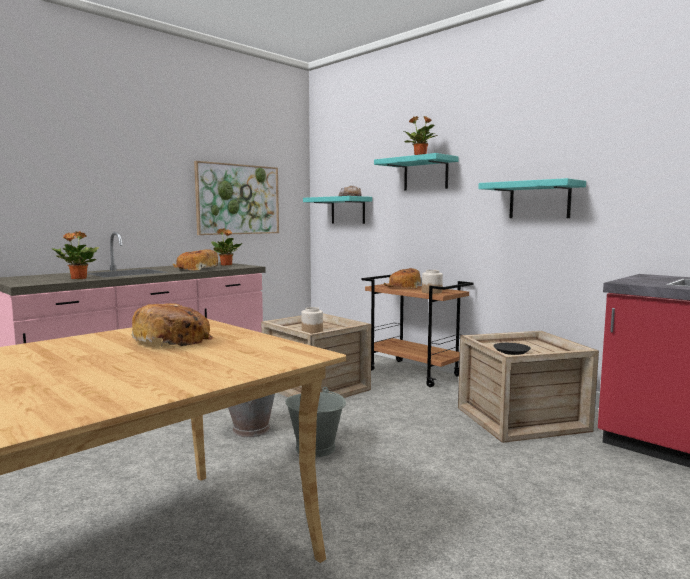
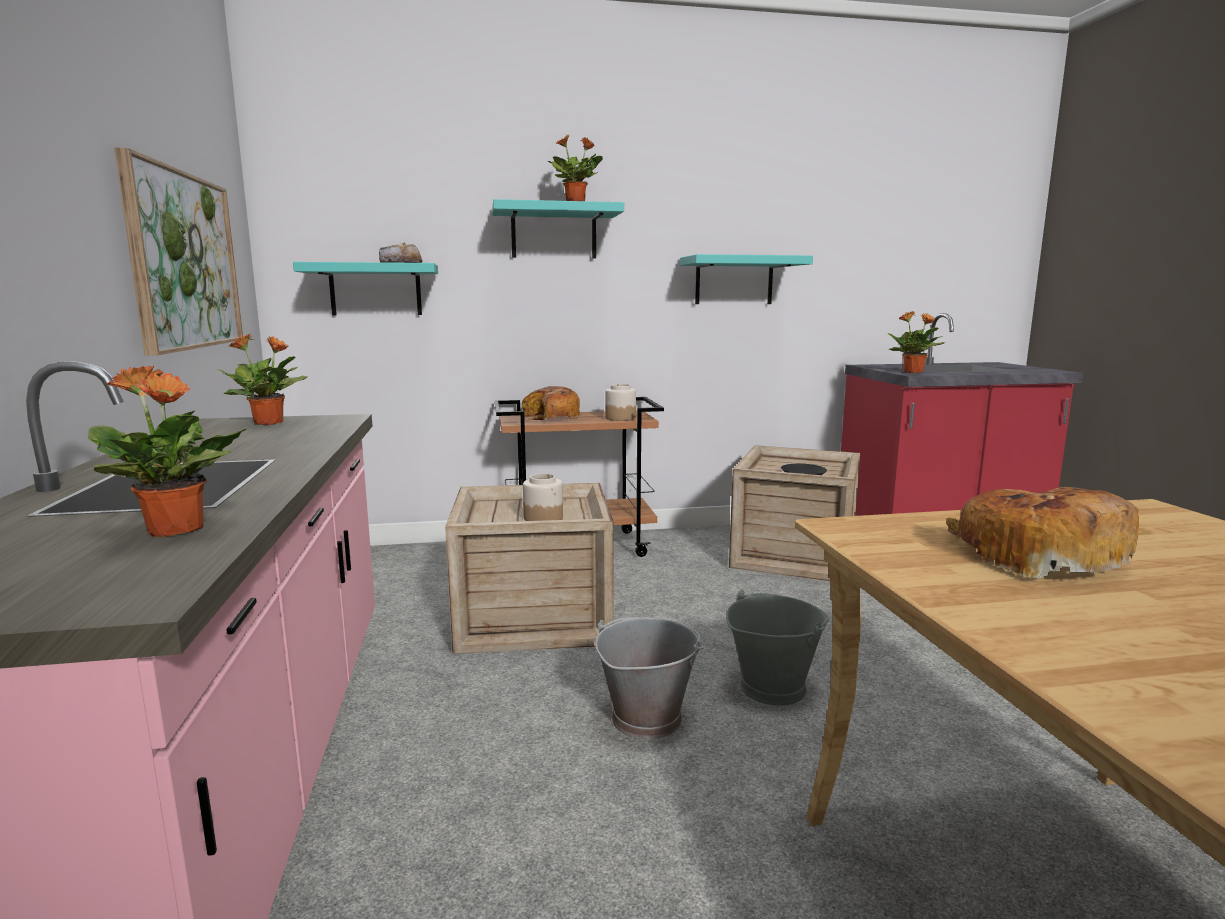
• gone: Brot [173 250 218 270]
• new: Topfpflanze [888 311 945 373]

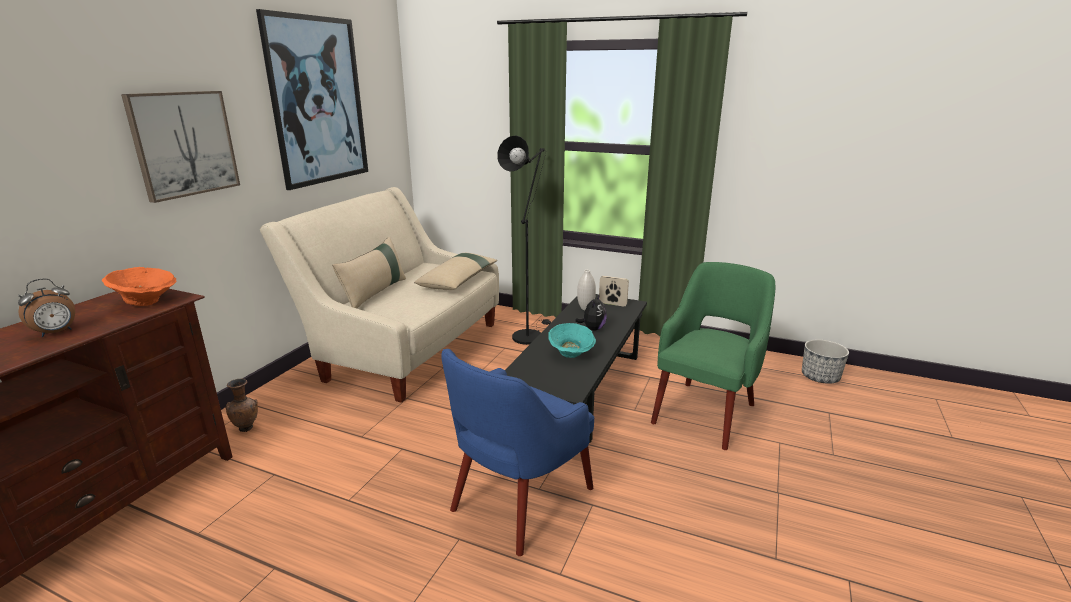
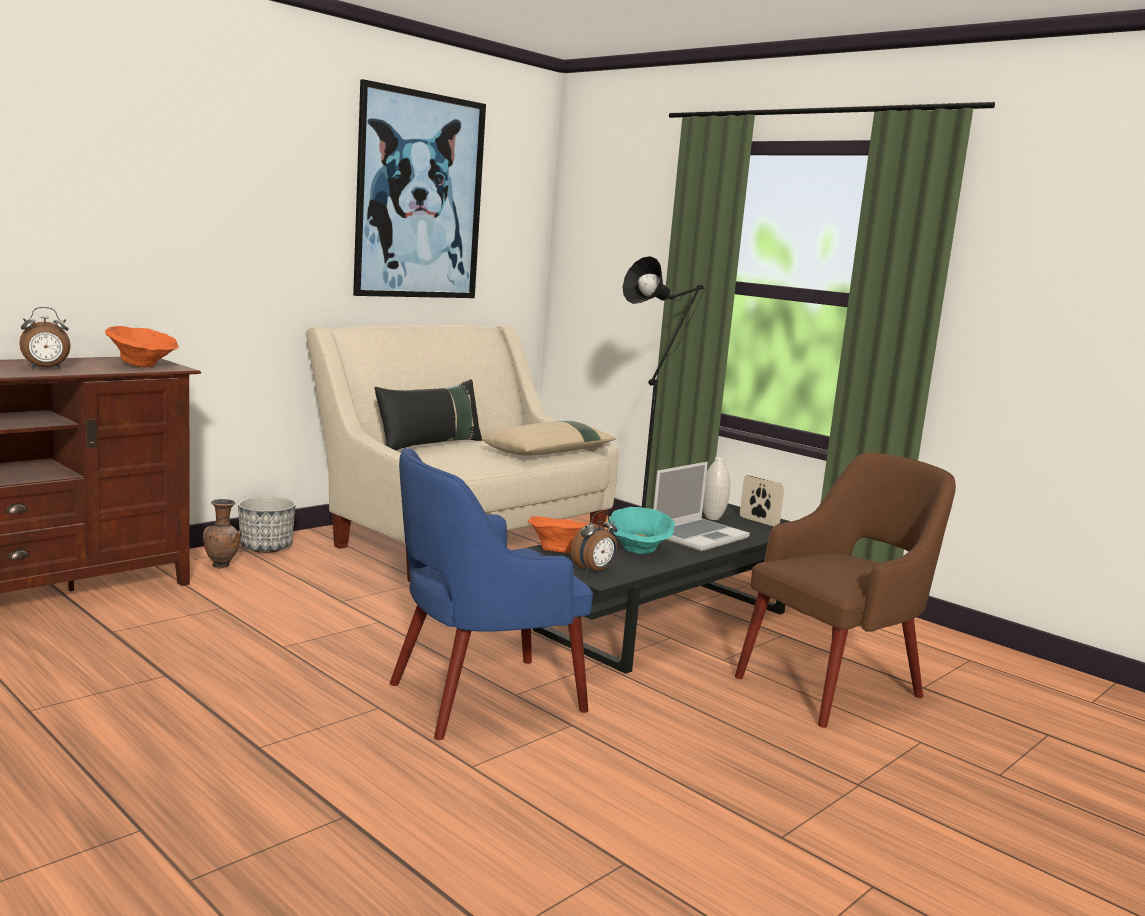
• gone: Bild [121 91 240 203]
• repainted: Kissen [beige] [332 237 406 308] to Kissen [schwarz] [374 379 482 451]
• swapped: Plüschtier [575 294 607 331] to Laptop [653 462 750 551]
• repainted: Sessel [grün] [651 262 776 450] to Sessel [braun] [735 452 956 728]
• shifted: Pflanzkübel [802 339 849 384] to [238 496 296 553]
• new: Schüssel [orange] [528 516 587 553]
• new: Wecker [571 511 617 573]

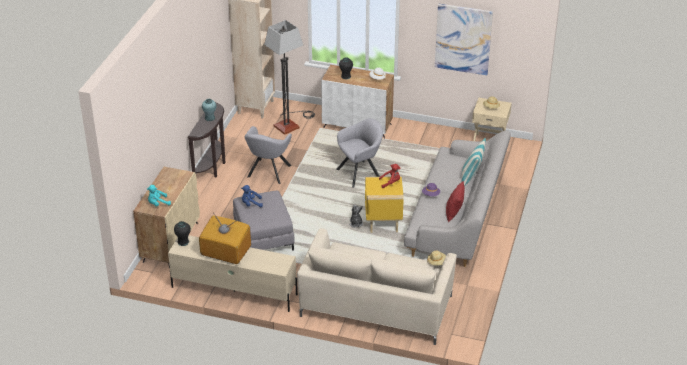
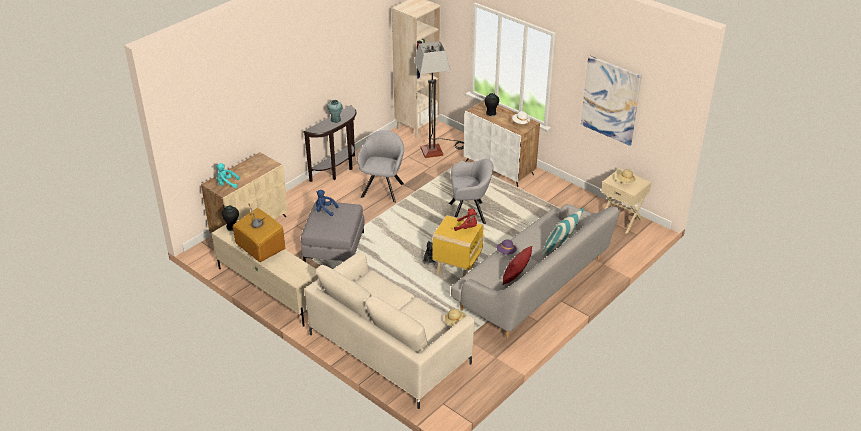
• rotated: Sessel [grau] [245 126 292 184] = [357 130 404 203] 150 degrees clockwise

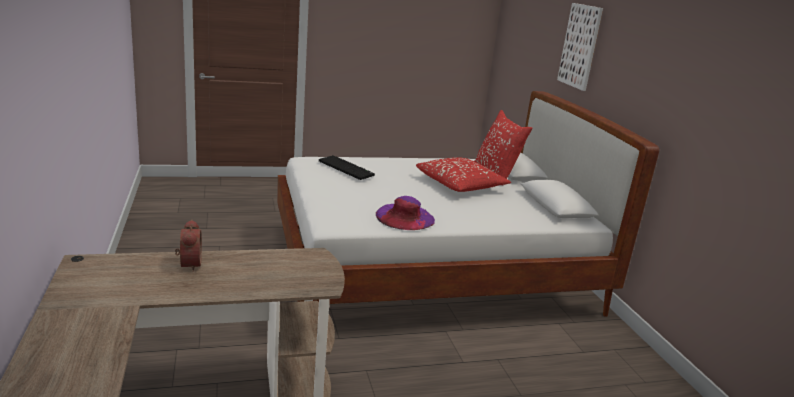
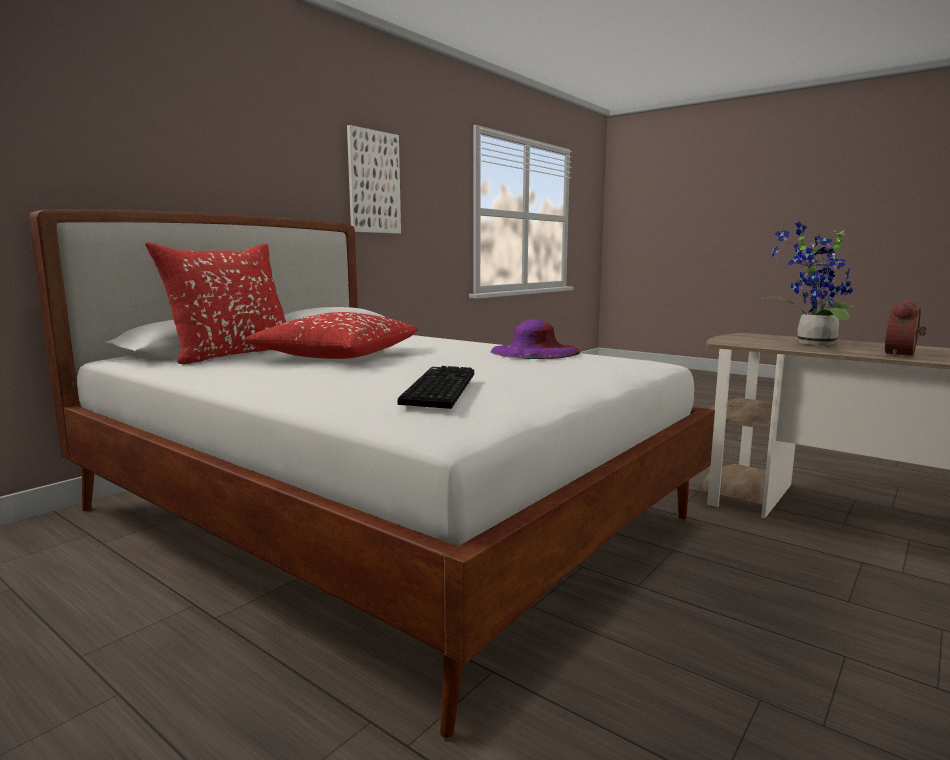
• shifted: Bild [557 3 603 91] to [347 125 401 234]
• new: Topfpflanze [761 221 854 345]

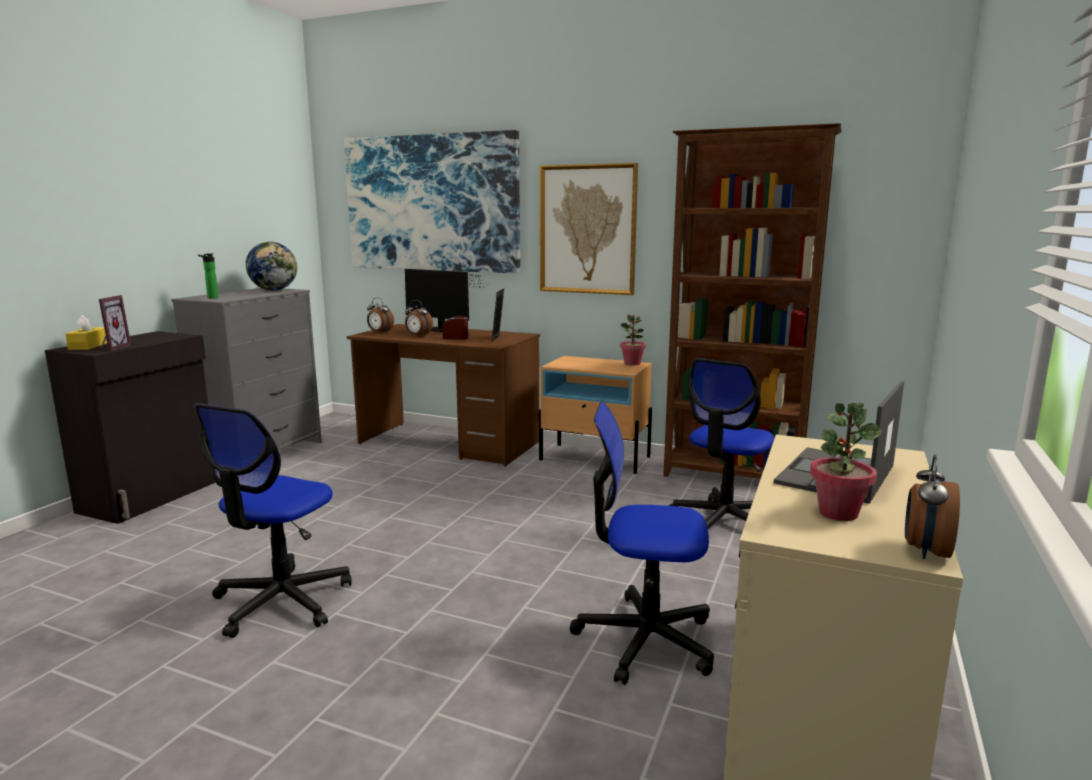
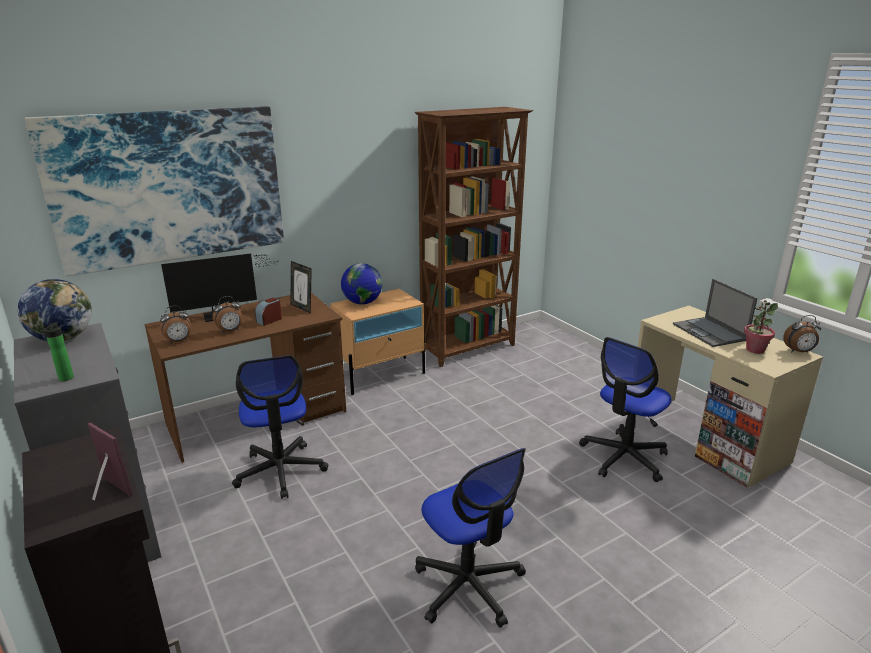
• gone: Taschentuchbox [gelb] [65 315 107 350]
• gone: Bild [540 163 638 295]
• gone: Topfpflanze [620 315 646 366]
• shifted: Bürostuhl [669 358 774 529] to [232 355 328 499]
• rotated: Wecker [905 455 960 559] = [783 315 821 352] 60 degrees counterclockwise
• new: Globus [341 263 382 305]

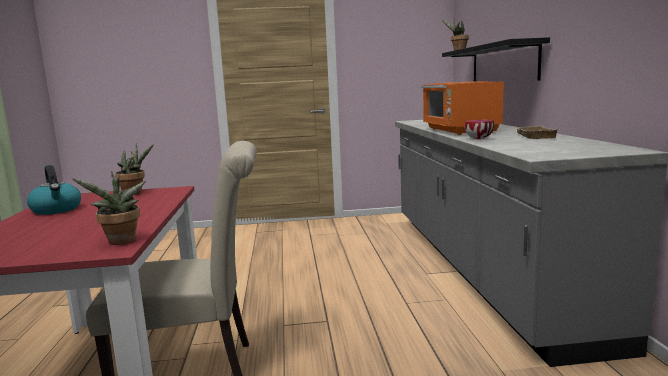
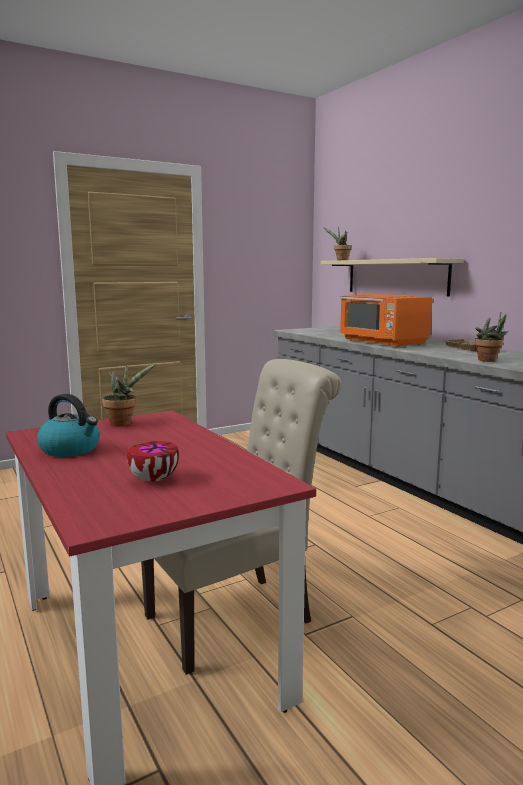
• shifted: Topfpflanze [72 171 146 245] to [475 312 509 362]
• repainted: Wandregal [schwarz] [442 37 550 81] to Wandregal [beige] [320 258 464 296]
• shifted: Schüssel [464 119 494 139] to [127 441 179 482]

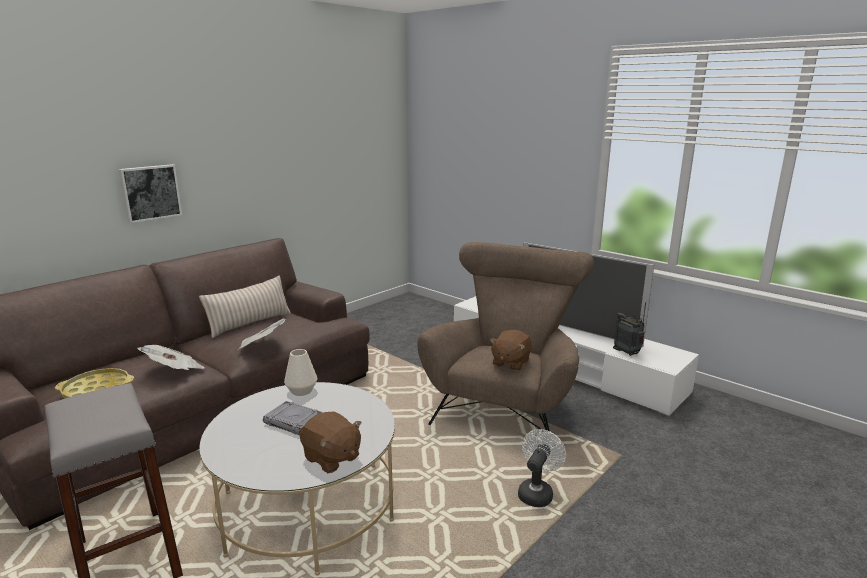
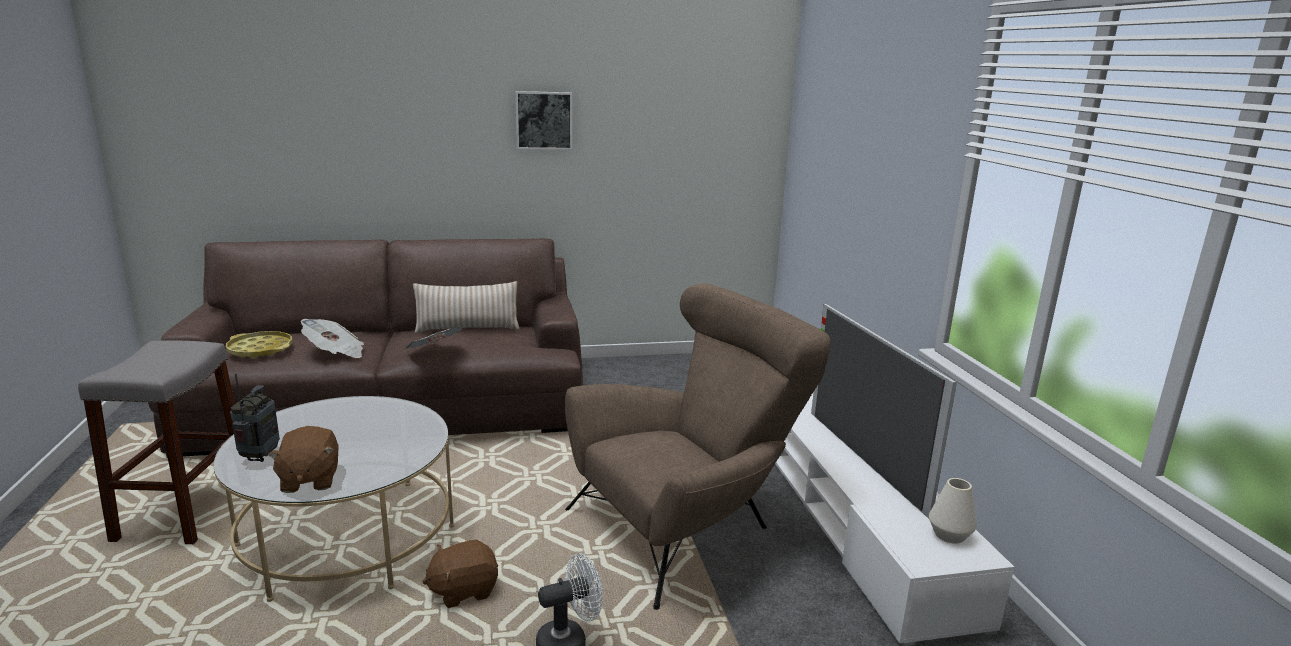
• shifted: Bild [119 164 182 223] to [515 91 572 150]
• gone: Buch [grau] [263 401 323 435]
• shifted: Vase [weiß] [284 349 317 396] to [929 478 977 544]
• shifted: Plüschtier [braun] [490 330 532 371] to [422 540 498 608]
• shifted: Radio [613 302 646 356] to [230 373 280 462]

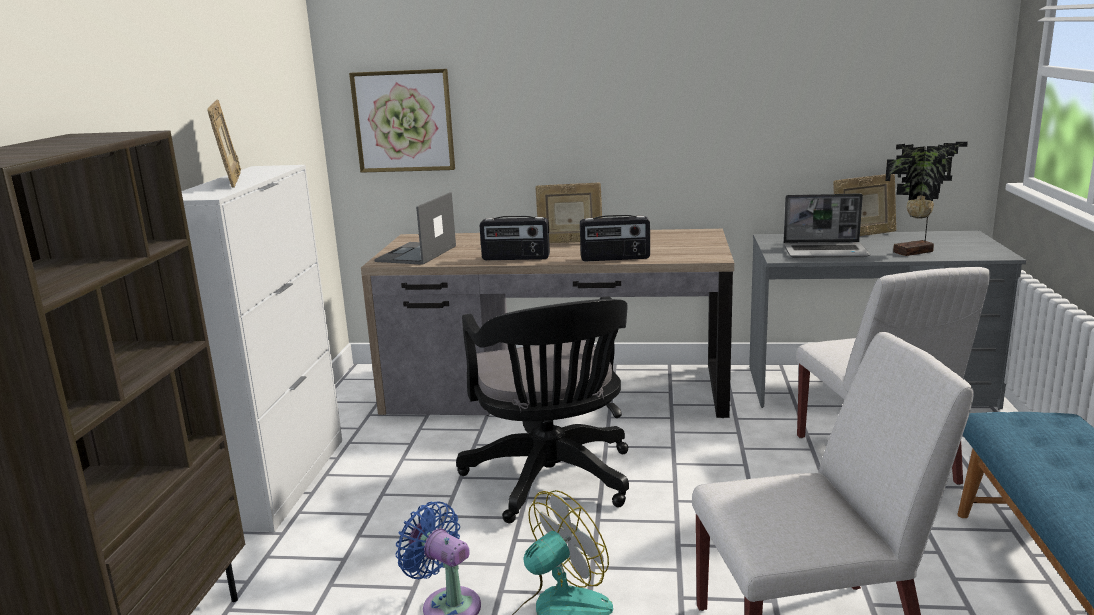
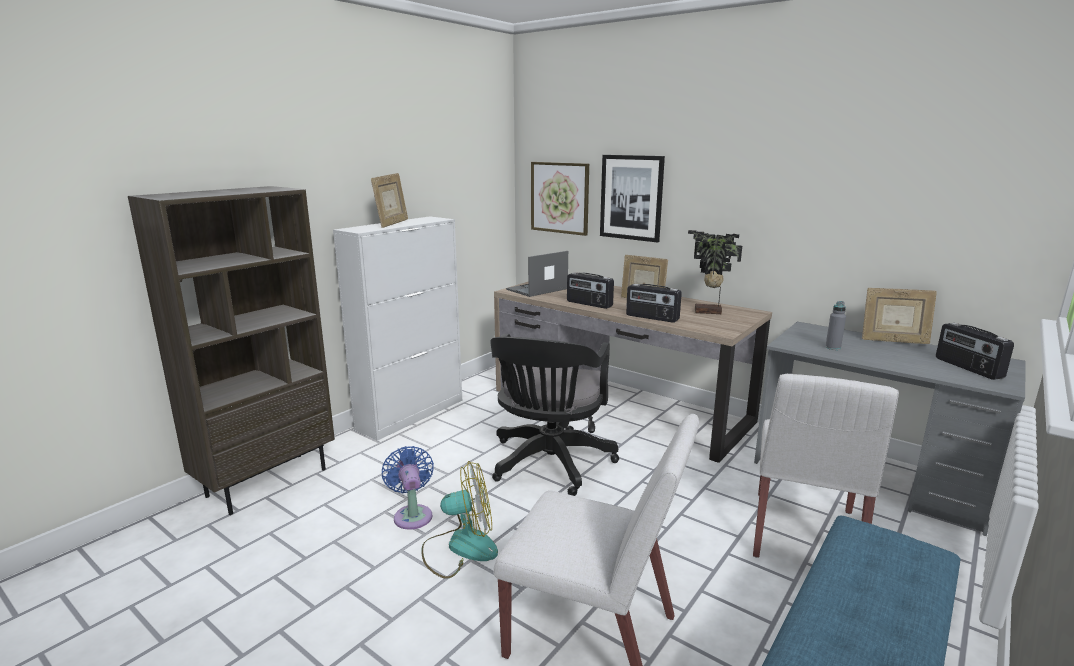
• swapped: Laptop [783 193 870 258] to Flasche [grau] [825 301 846 350]
• shifted: Topfpflanze [885 142 968 256] to [688 230 742 314]
• new: Bild [600 155 665 243]
• new: Radio [936 323 1014 380]

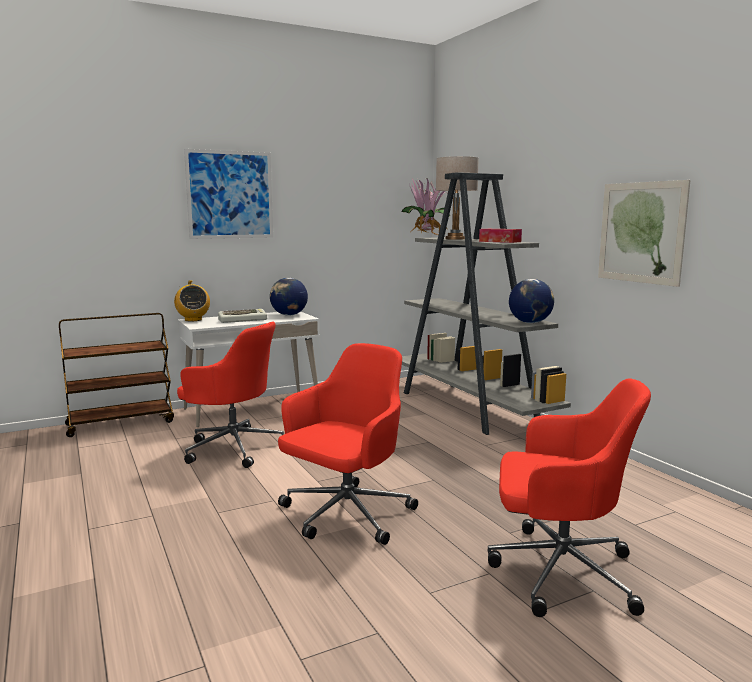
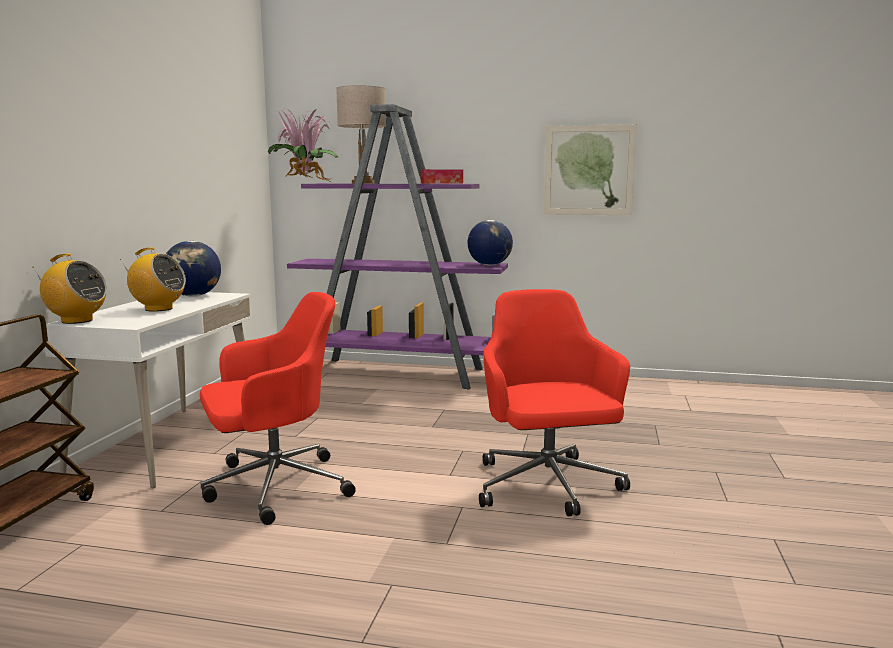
• gone: Bild [184 149 273 239]
• swapped: Tastatur [218 309 267 323] to Radio [120 247 186 312]
• repainted: Bücherregal [grau] [402 172 571 435] to Bücherregal [lila] [287 104 508 390]
• gone: Bürostuhl [rot] [488 378 651 617]

